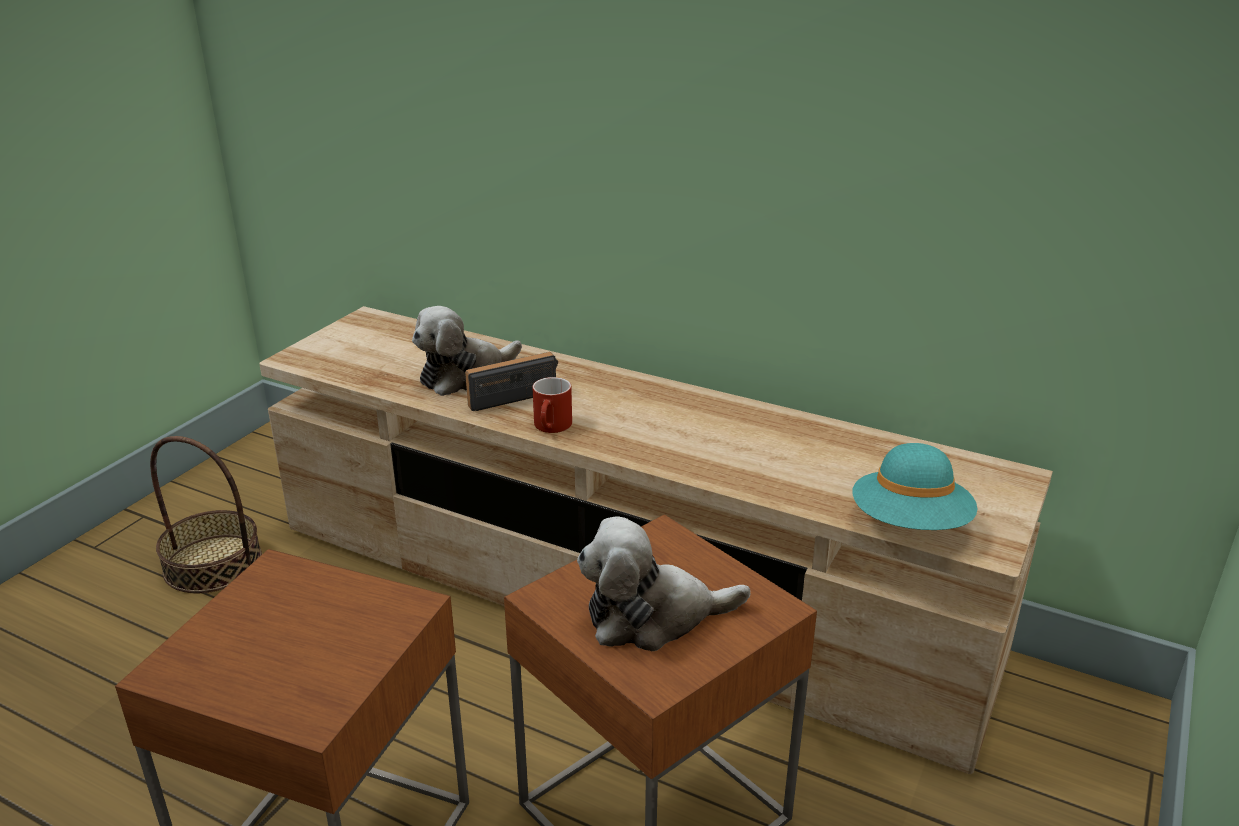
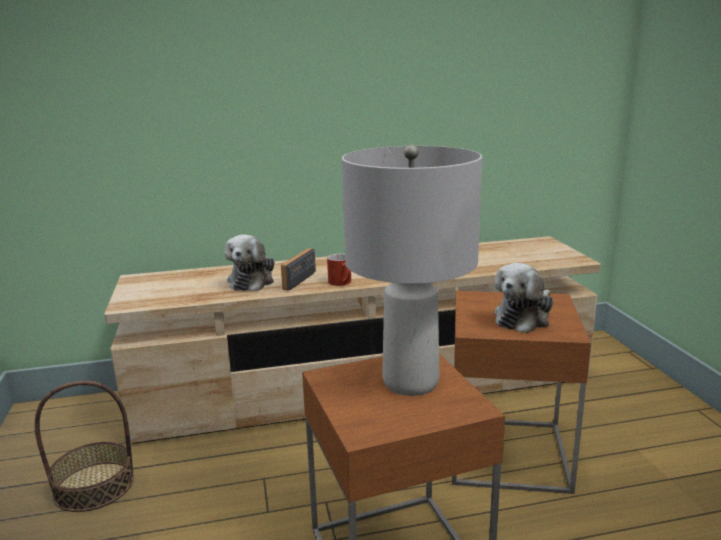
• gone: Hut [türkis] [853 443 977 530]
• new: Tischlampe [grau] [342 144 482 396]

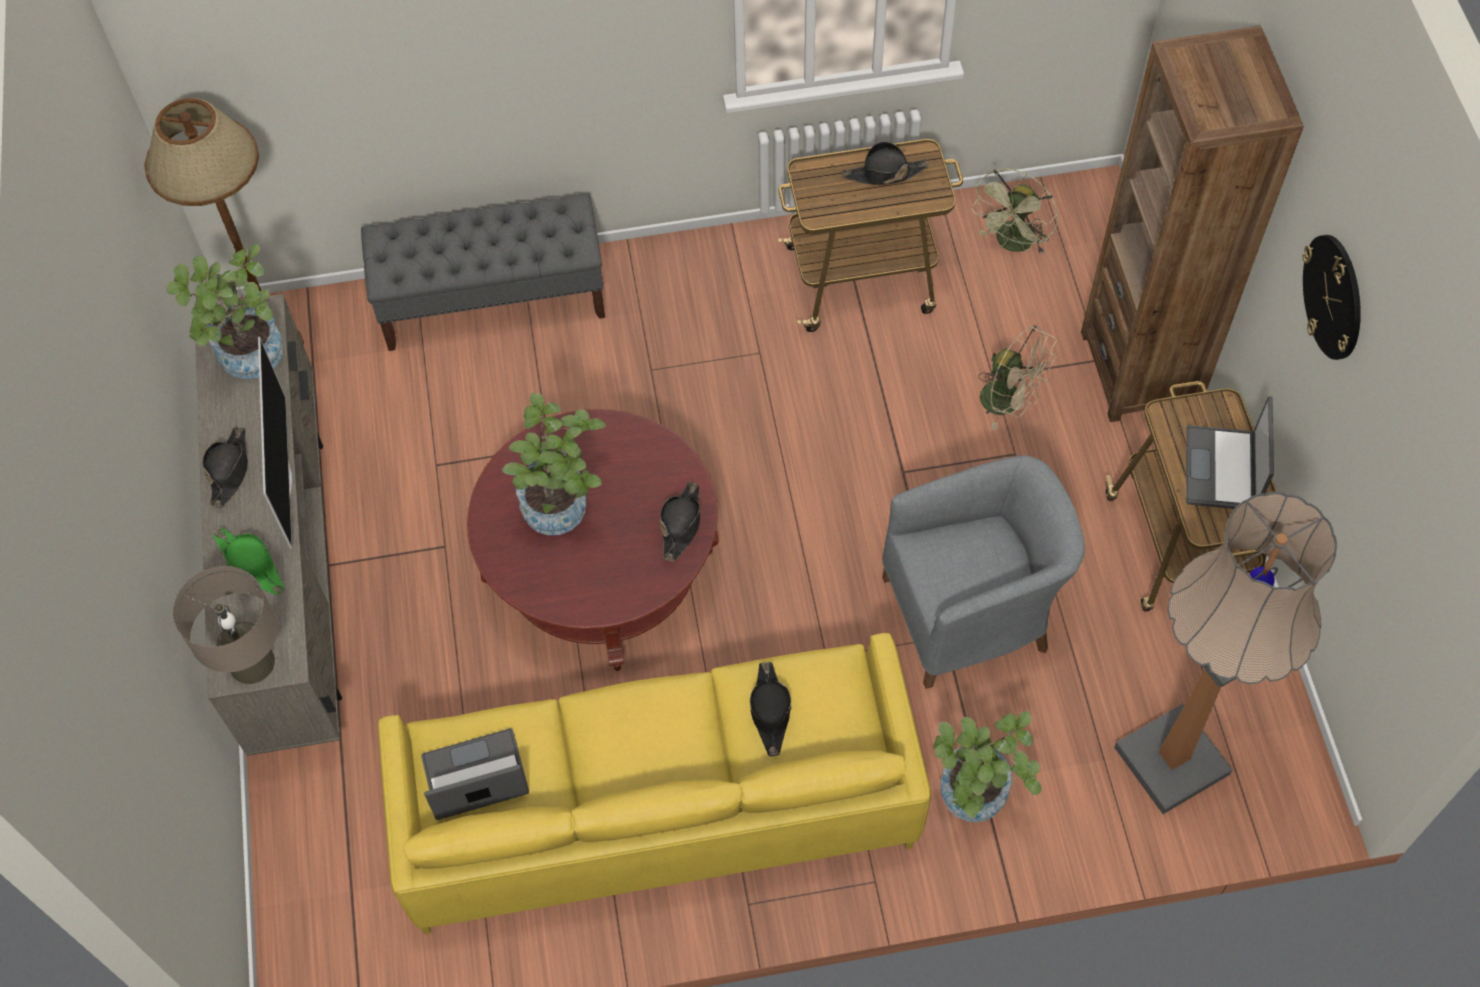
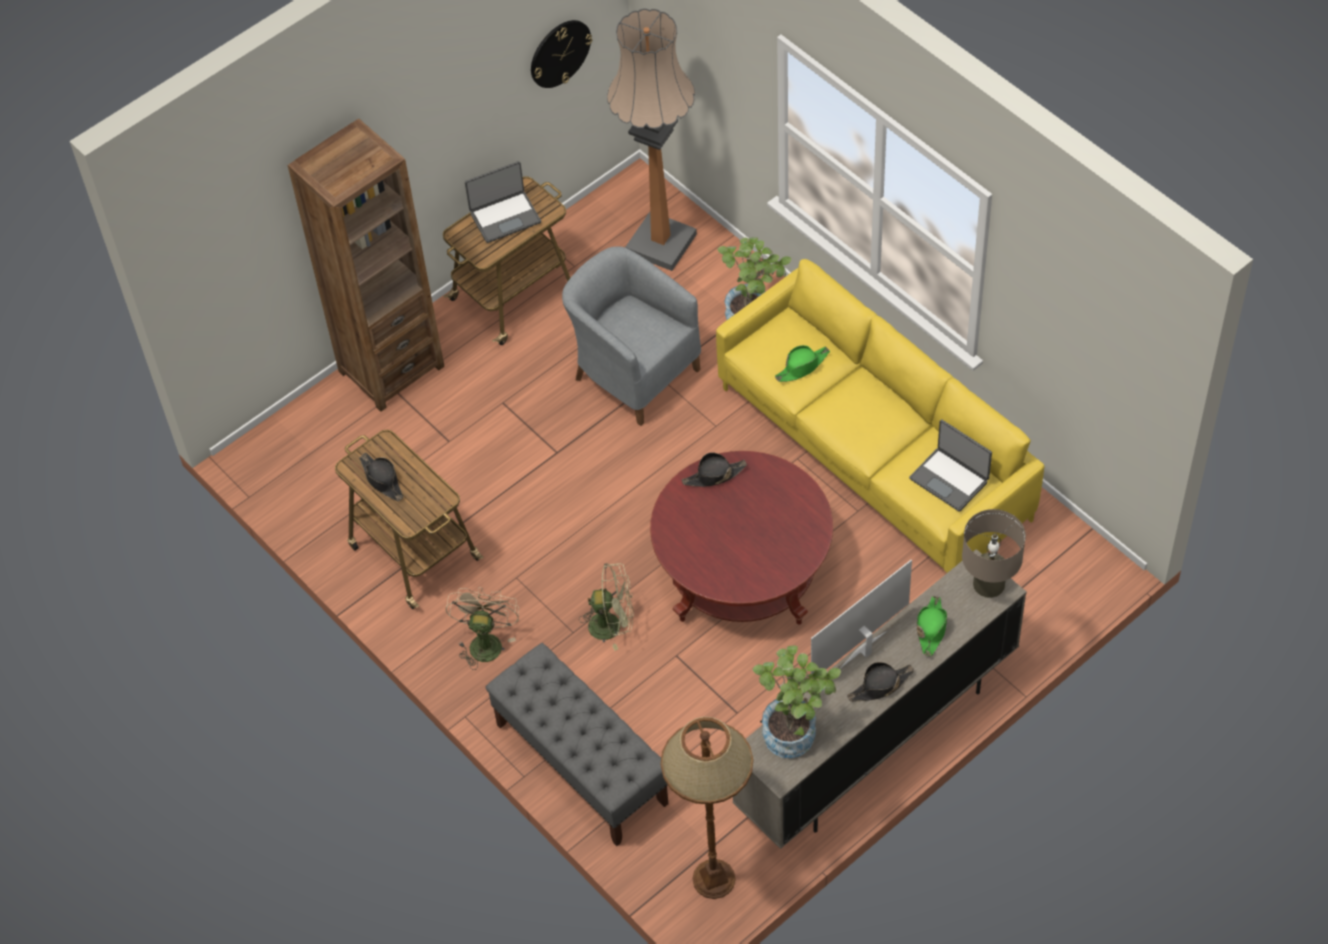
• gone: Topfpflanze [502 393 606 535]
• repainted: Hut [schwarz] [750 662 791 756] to Hut [grün] [775 345 830 382]
• shifted: Ventilator [grün] [971 169 1058 254] to [579 563 634 651]
• shifted: Ventilator [beige] [978 325 1057 430] to [446 587 519 670]
• shifted: Wanduhr [1303 235 1361 360] to [531 20 592 88]

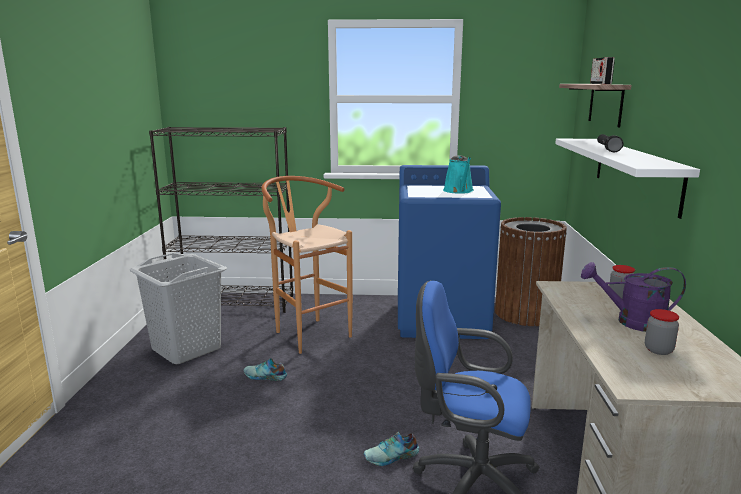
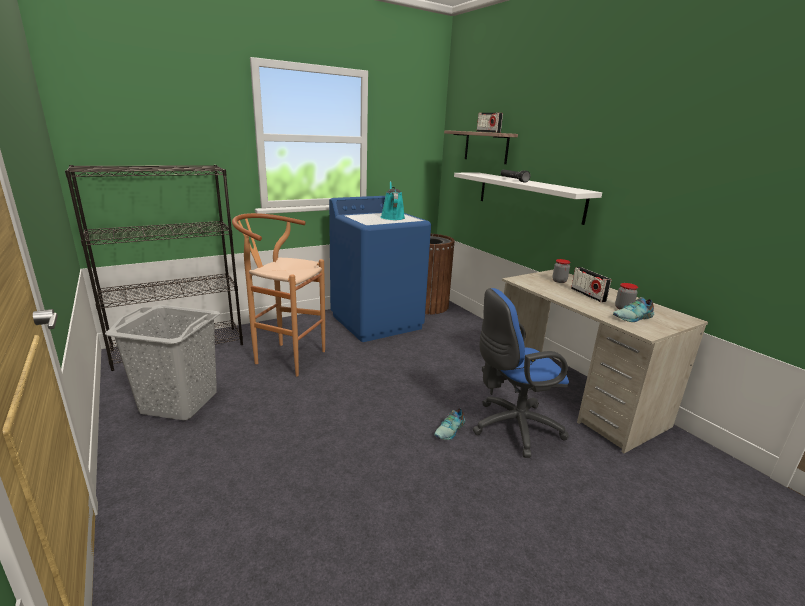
• shifted: Schuh [244 358 287 381] to [613 297 654 322]
• rotated: Gießkanne [türkis] [443 155 473 194] = [381 181 405 220] 150 degrees counterclockwise
• swapped: Gießkanne [lila] [581 262 686 332] to Radio [571 267 612 302]

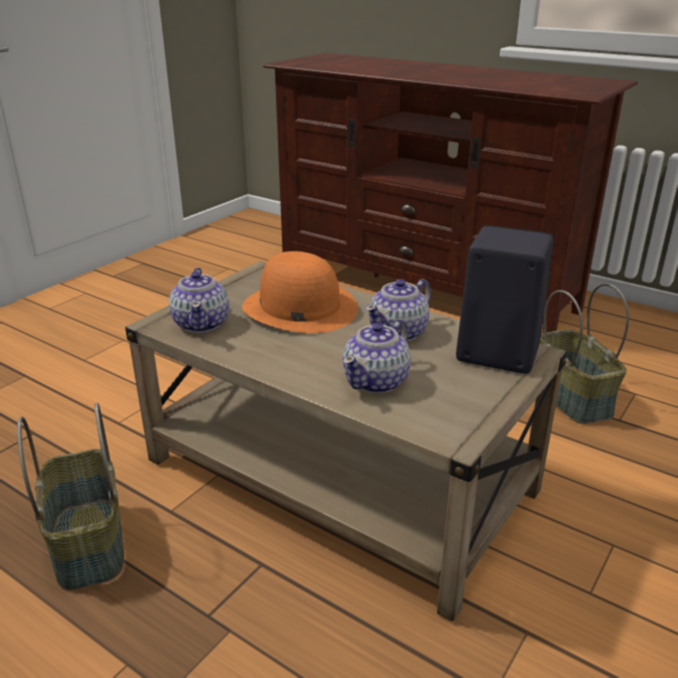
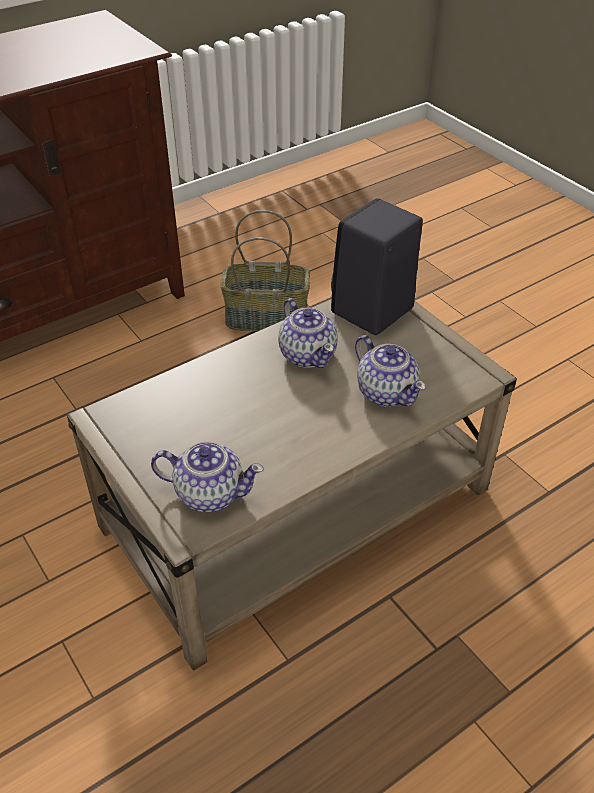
• gone: Korb [17 403 124 590]
• gone: Hut [orange] [242 251 358 333]

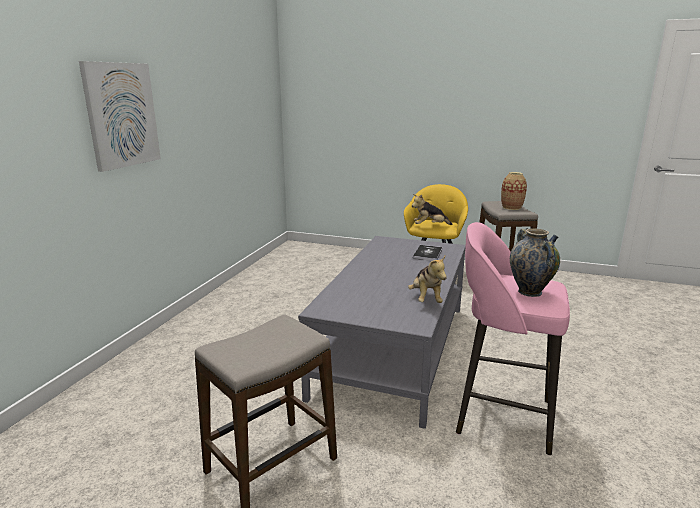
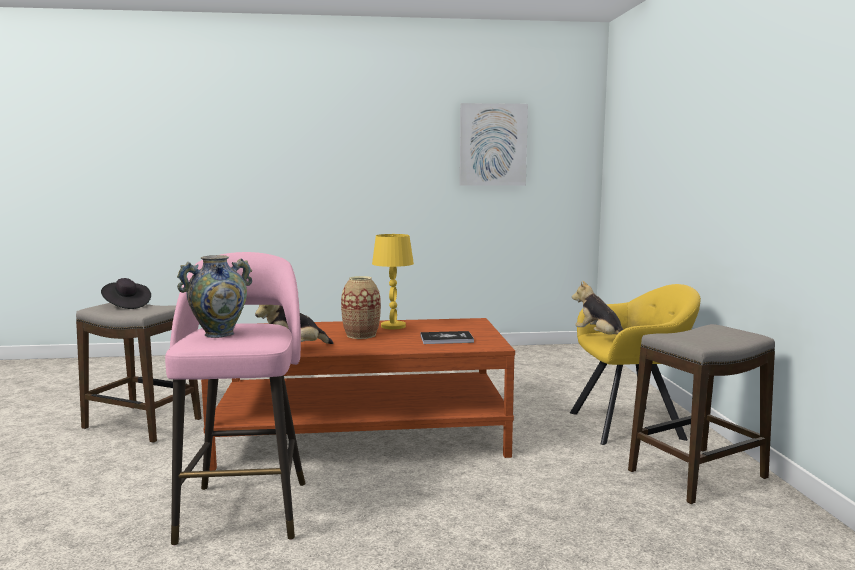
• shifted: Bild [79 61 161 172] to [460 103 528 186]
• repainted: Couchtisch [grau] [298 236 466 429] to Couchtisch [braun] [201 318 515 471]
• shifted: Vase [501 172 527 210] to [341 276 381 339]
• new: Hut [schwarz] [101 278 151 309]
• new: Tischlampe [gelb] [372 234 414 329]

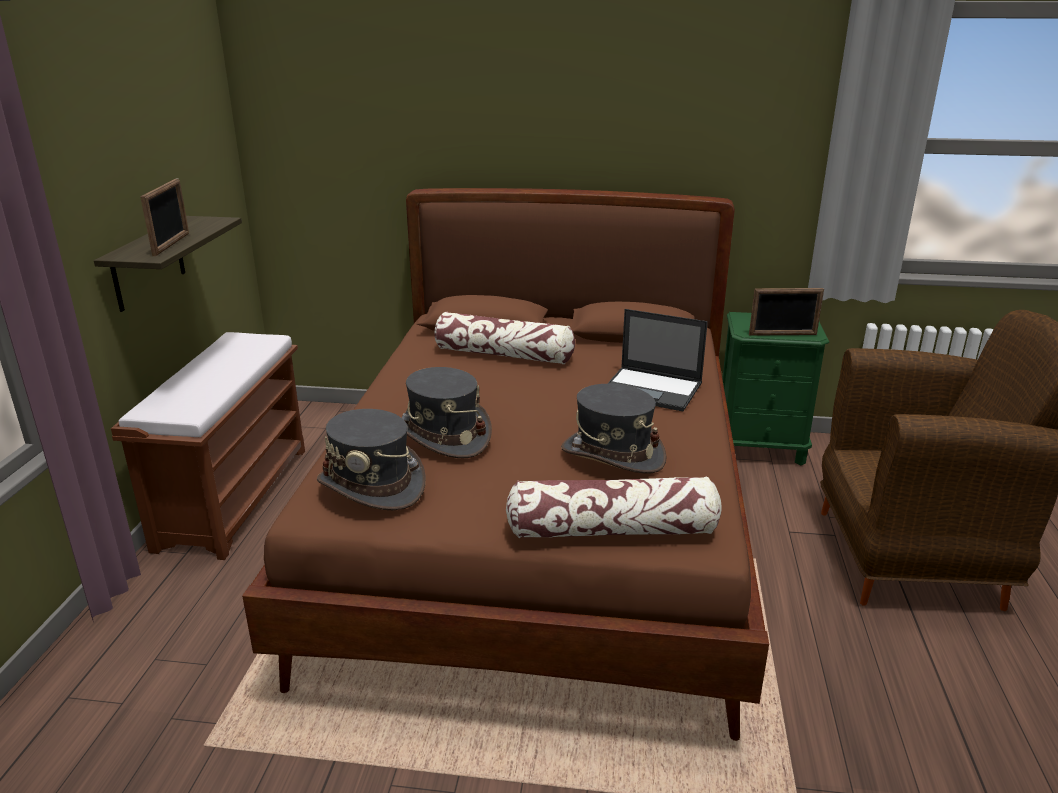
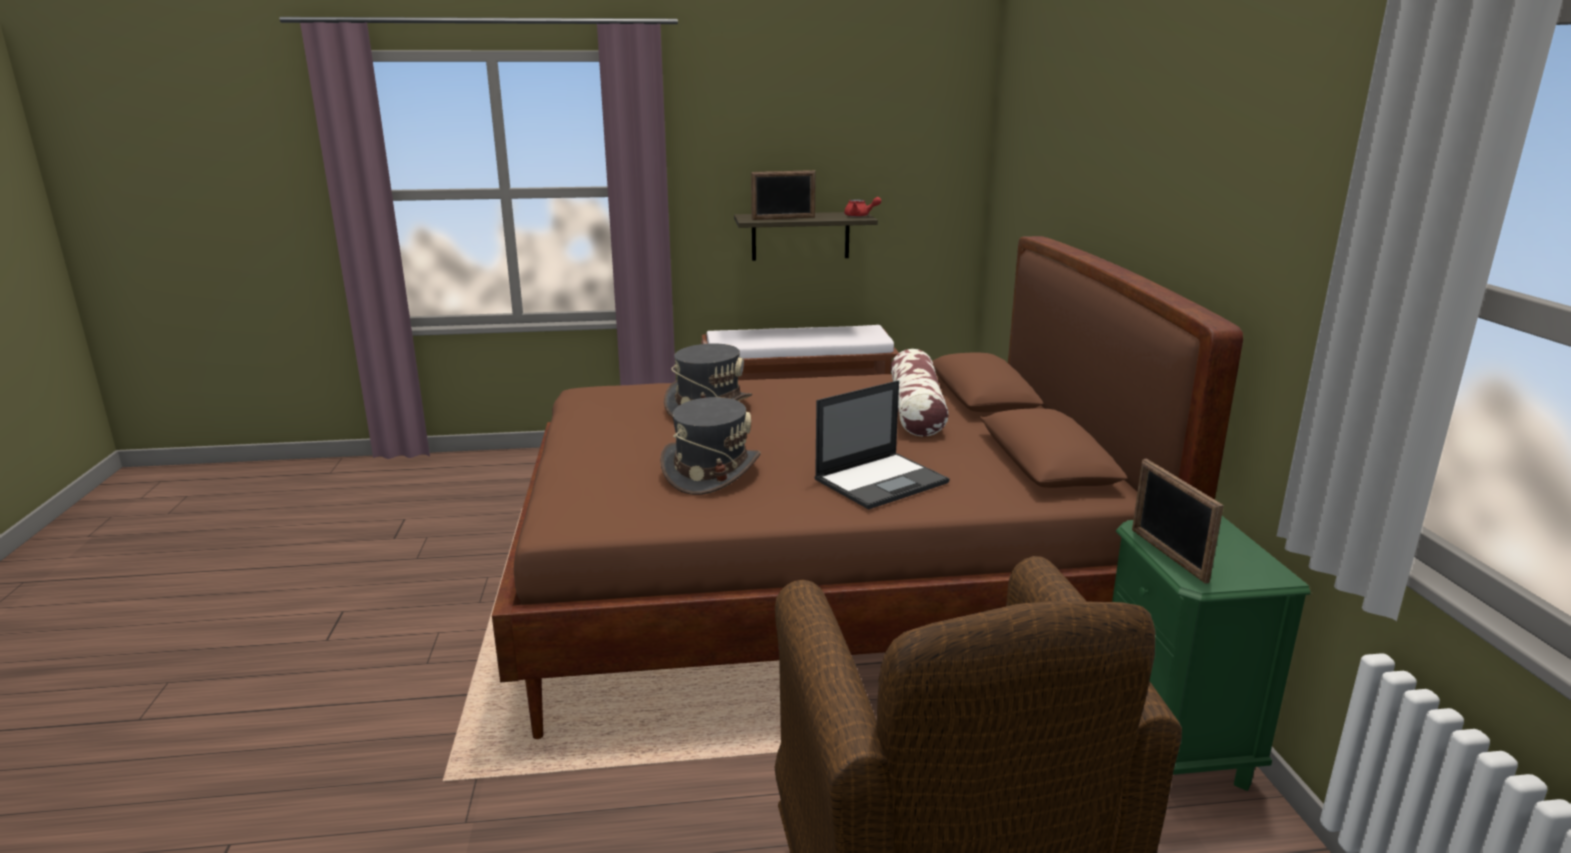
• gone: Hut [grau] [317 409 426 510]
• gone: Kissen [506 477 721 538]
• rotated: Laptop [607 309 708 411] = [814 380 950 509] 135 degrees counterclockwise
• new: Teekanne [rot] [844 197 881 217]

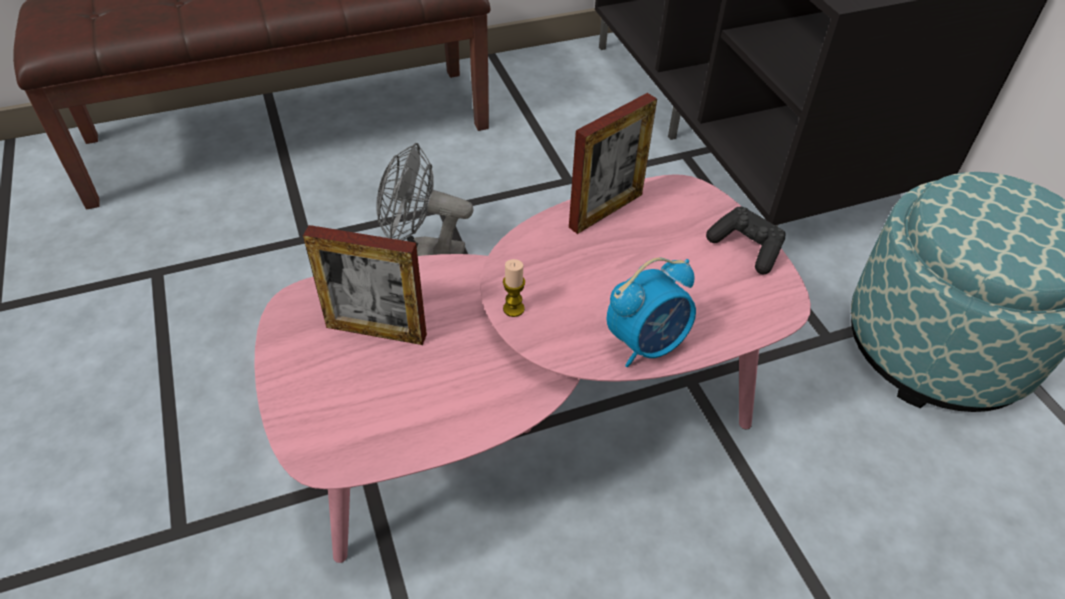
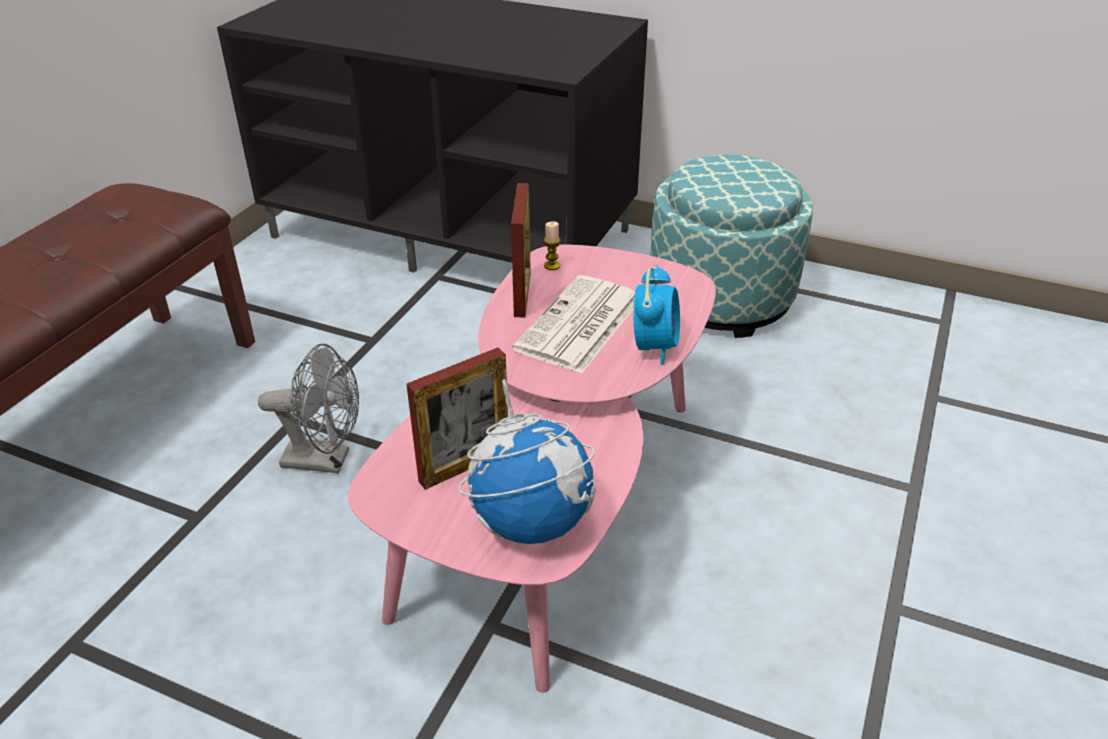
• rotated: Ventilator [grau] [376 143 474 256] = [258 343 359 473] 135 degrees counterclockwise
• shifted: Kerze [503 259 525 317] to [544 221 560 270]
• gone: Gamepad [schwarz] [706 206 786 275]
• new: Globus [458 380 596 544]
• new: Zeitung [512 275 635 374]

